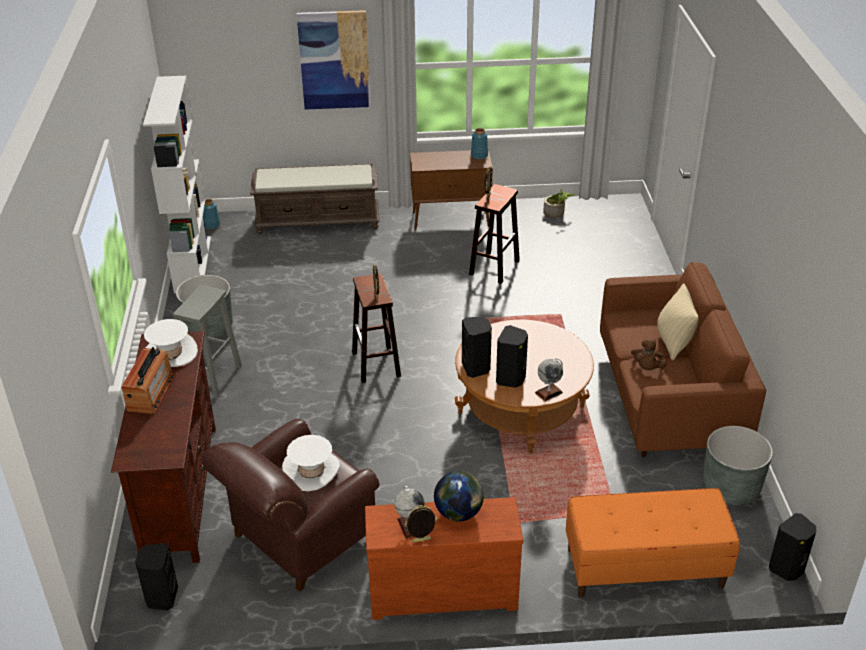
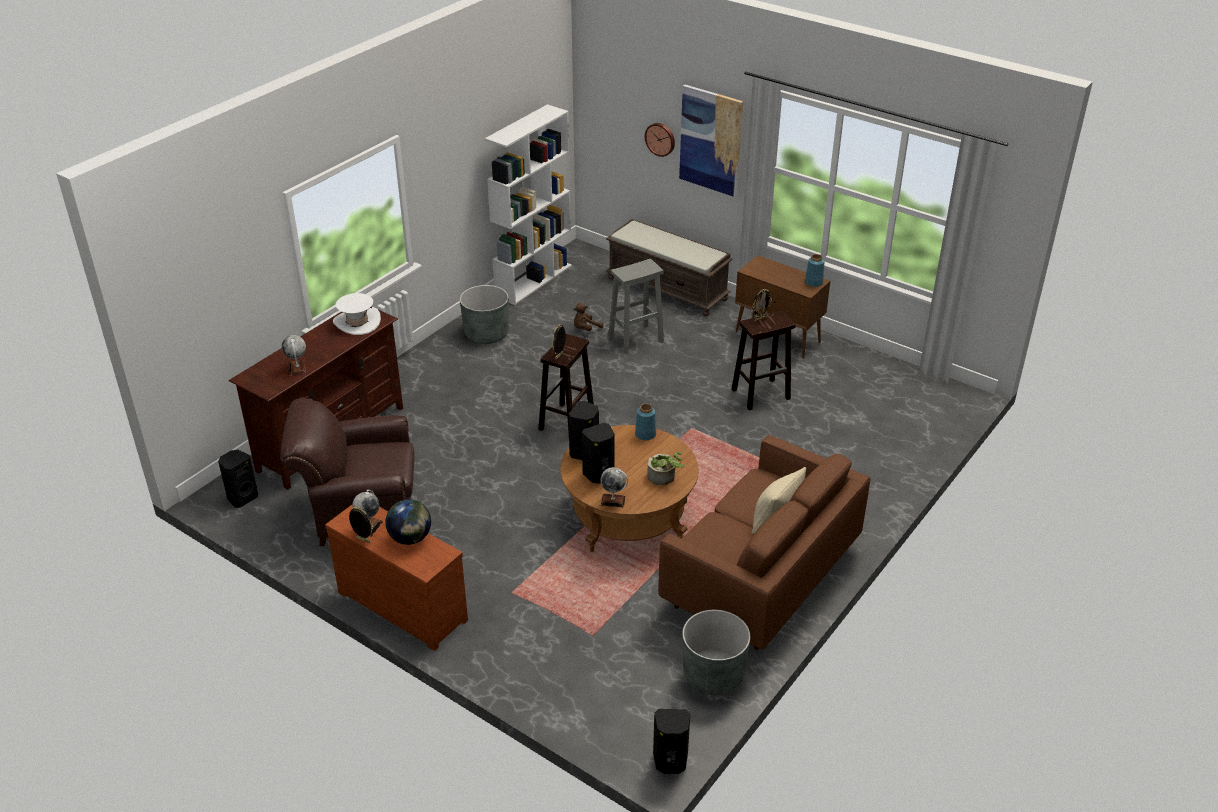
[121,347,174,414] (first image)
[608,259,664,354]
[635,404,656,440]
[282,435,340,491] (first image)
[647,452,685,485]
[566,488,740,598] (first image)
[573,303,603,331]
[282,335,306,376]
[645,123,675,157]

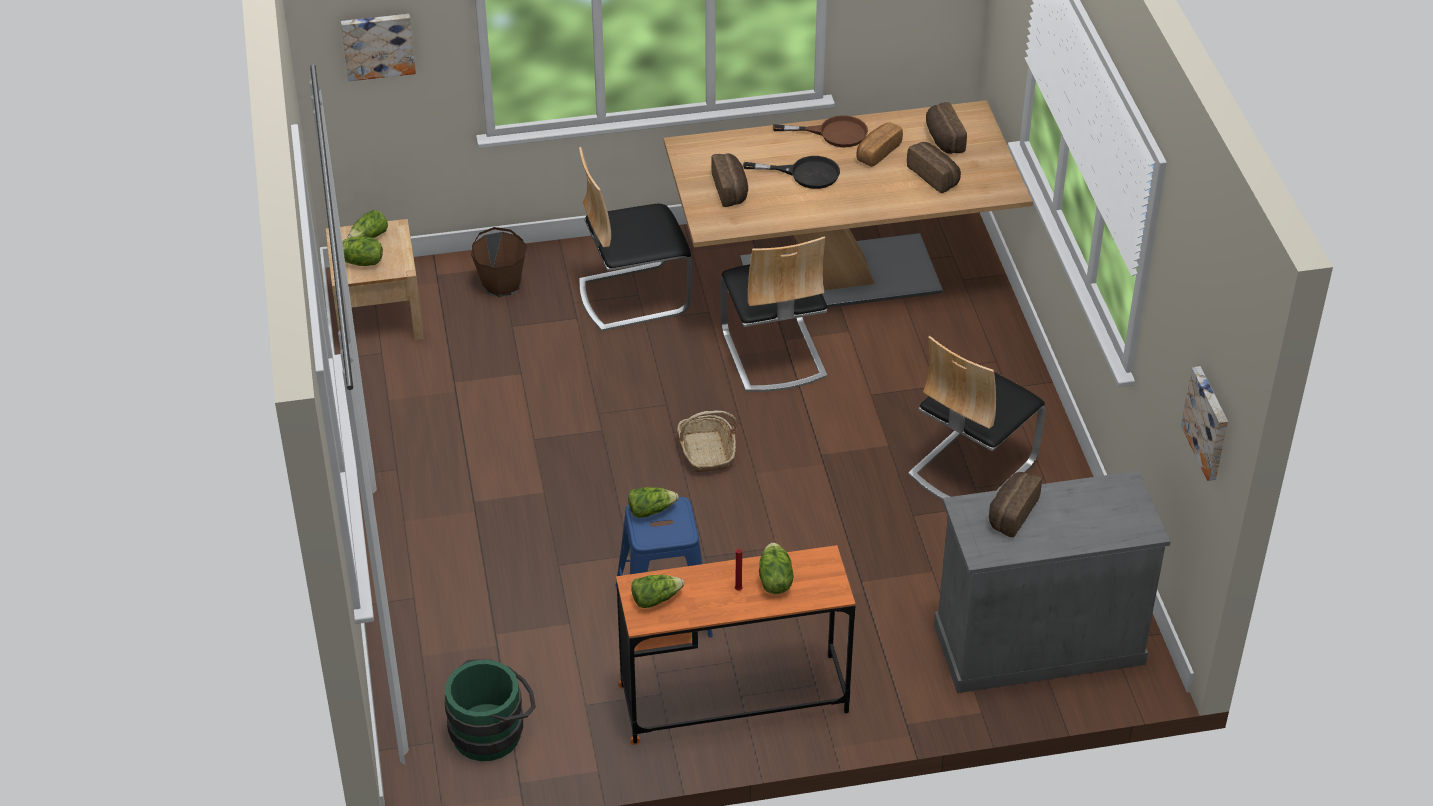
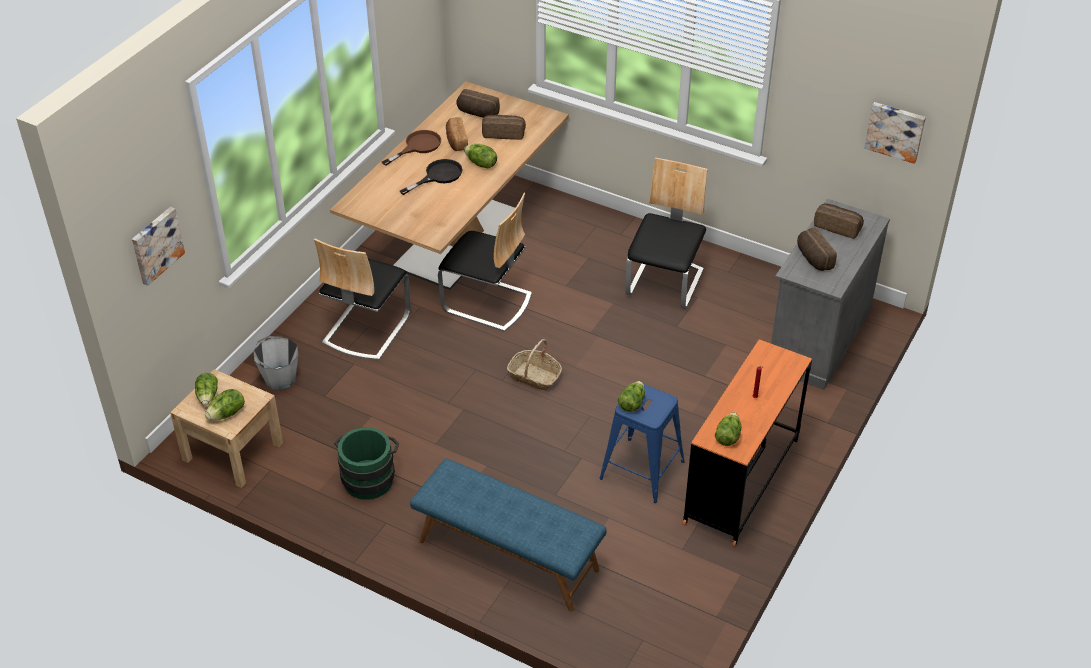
[334,427,399,500]
[254,336,298,390]
[814,203,864,239]
[464,144,497,169]
[625,158,708,309]
[410,458,607,611]

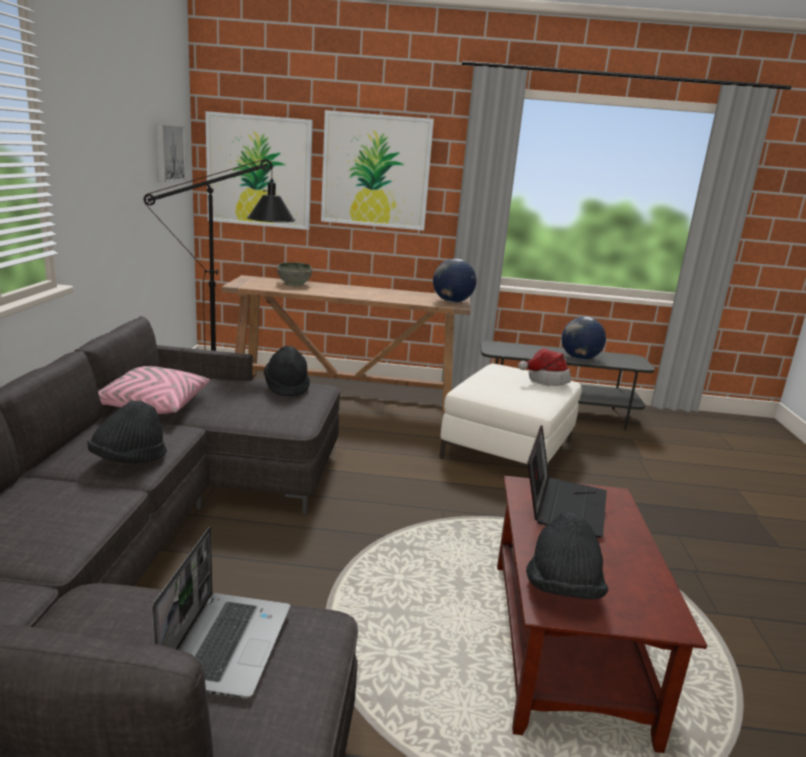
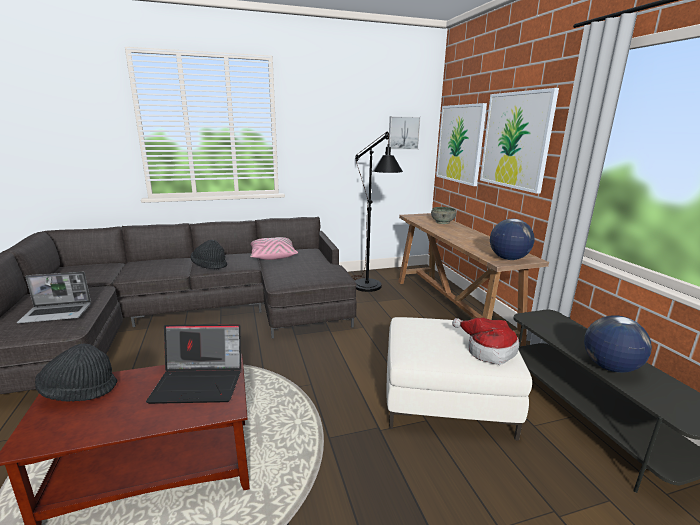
[264,346,310,397] (first image)

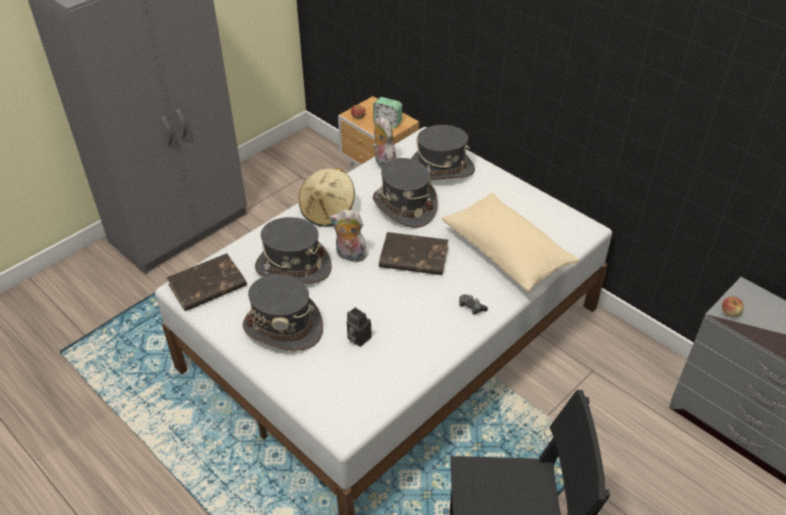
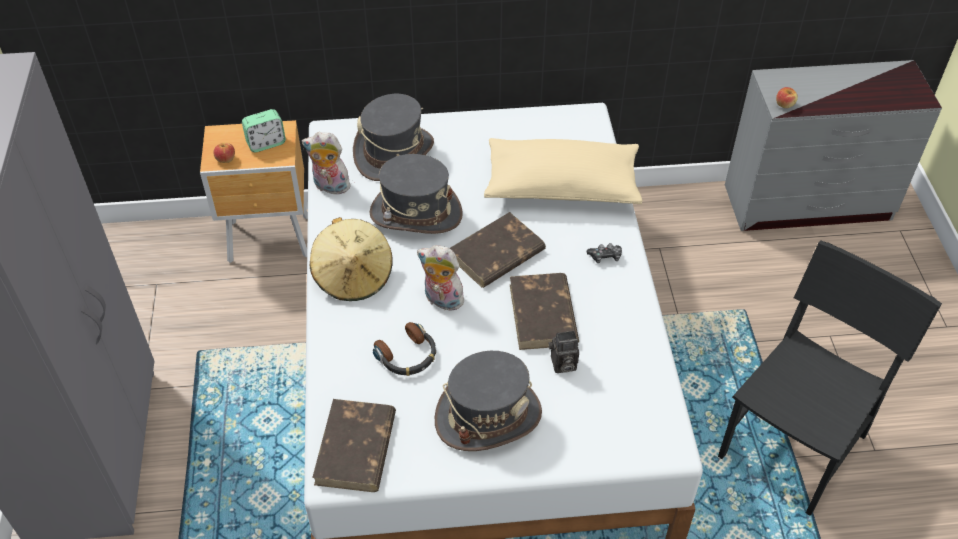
[373,322,436,376]
[417,245,464,310]
[510,273,579,350]

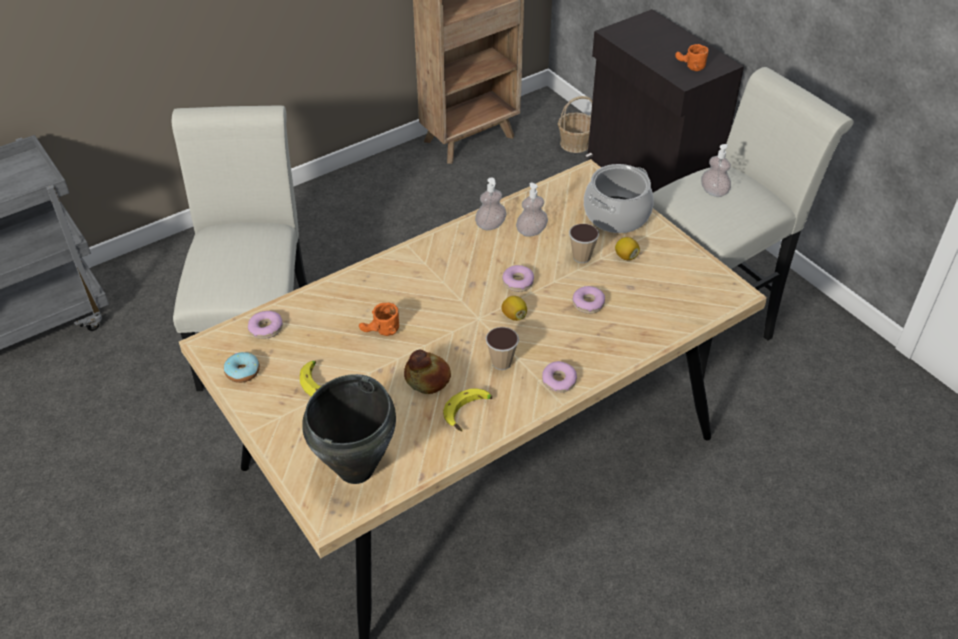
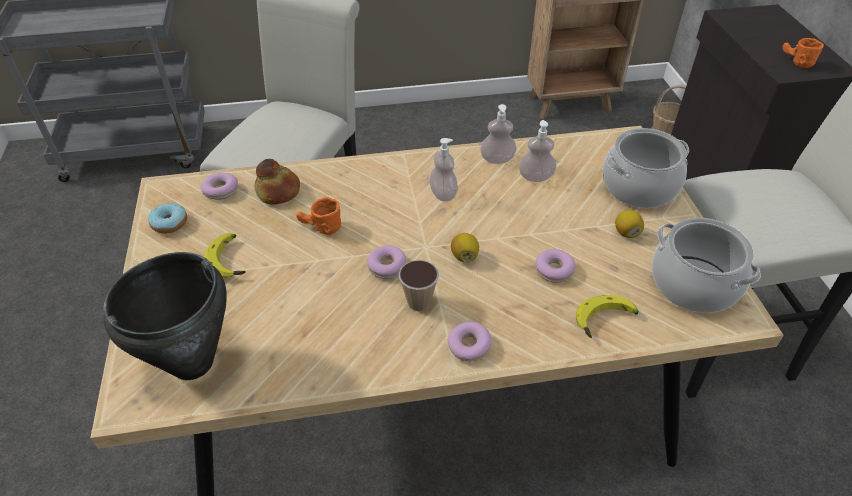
[255,159,300,205]
[576,295,639,338]
[367,245,407,279]
[569,224,599,263] (first image)
[429,138,458,202]
[652,218,761,313]

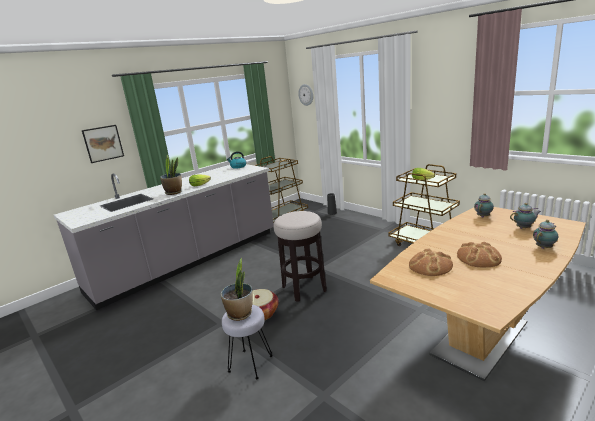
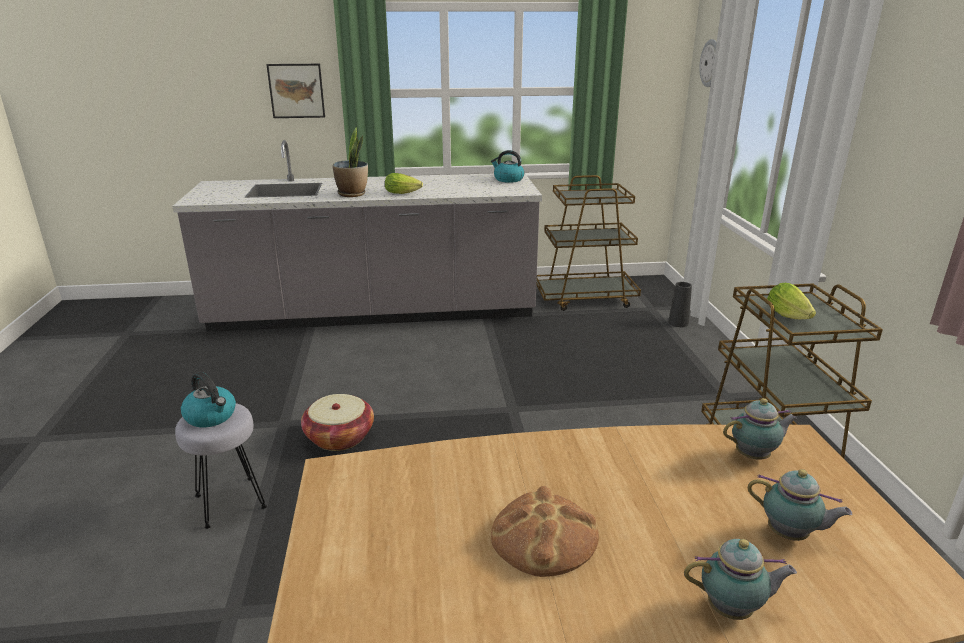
[181,372,236,428]
[274,211,327,302] (first image)
[409,249,453,276] (first image)

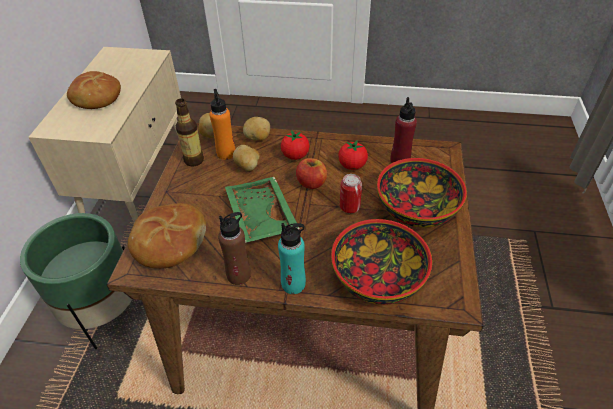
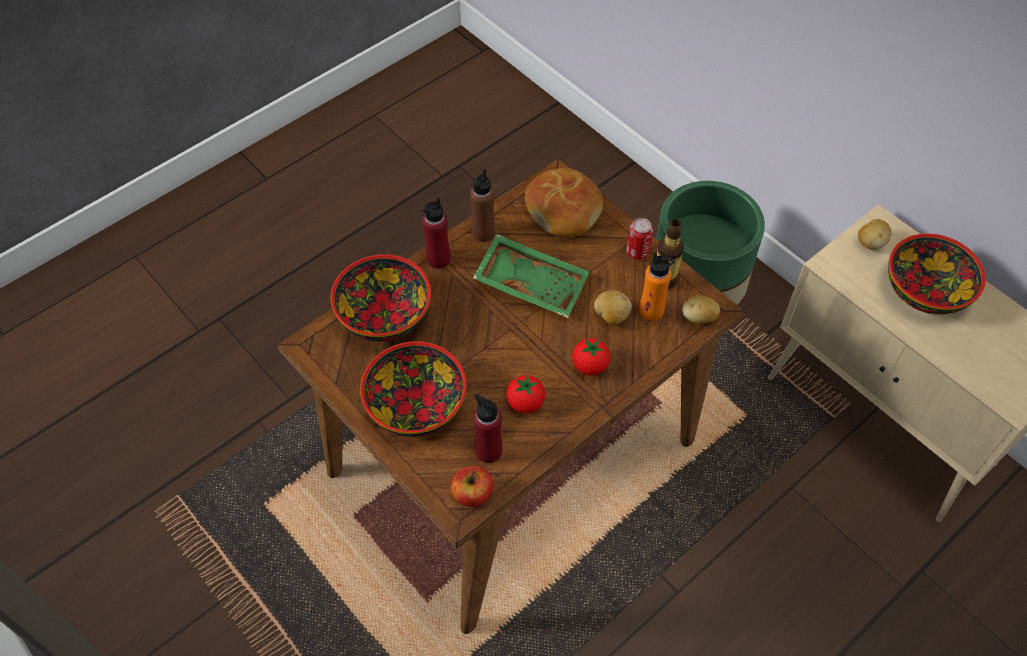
[888,233,986,315]
[858,219,892,250]
[422,197,450,269]
[451,466,494,507]
[627,218,653,260]

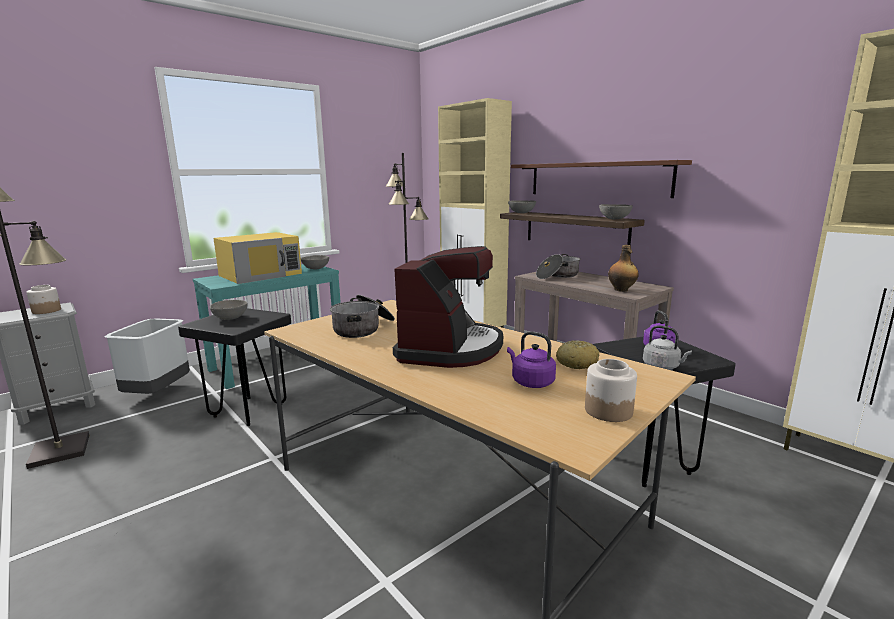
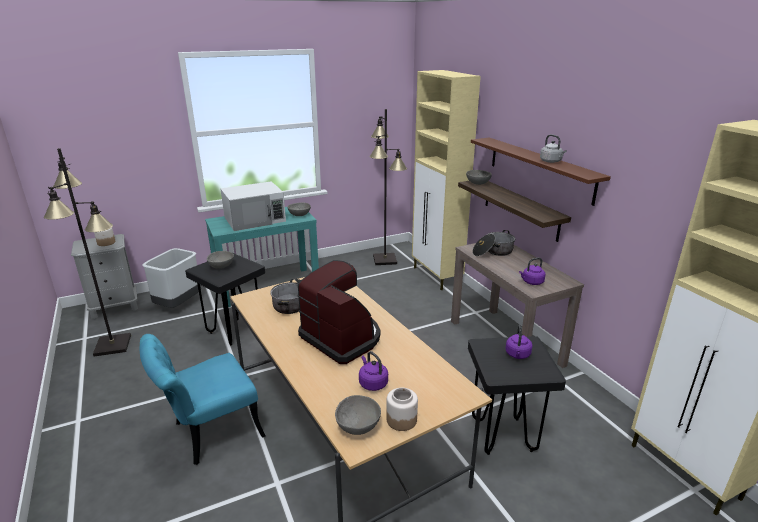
[220,181,286,231]
[298,260,380,364]
[556,340,599,369] (first image)
[335,395,381,435]
[519,257,546,285]
[540,134,567,163]
[139,334,266,465]

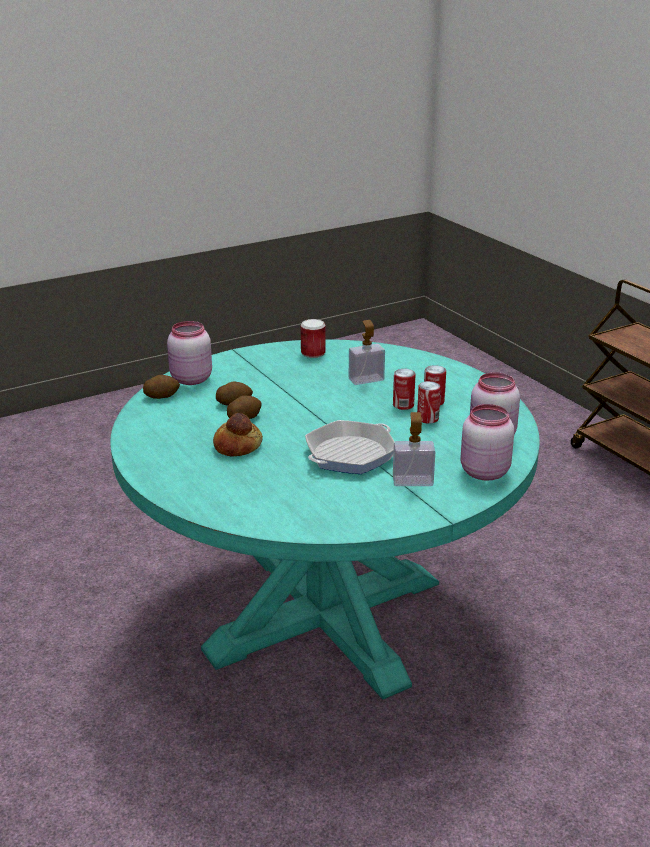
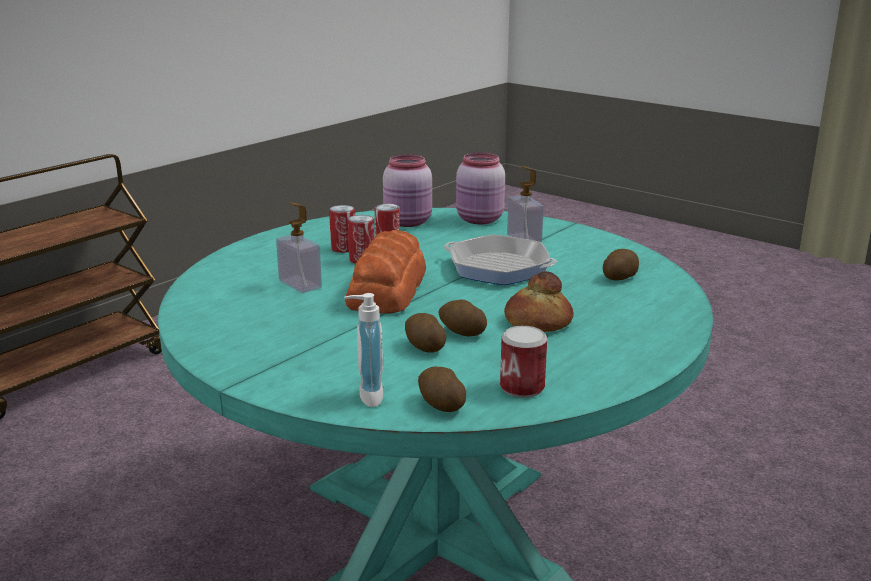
[344,293,383,407]
[500,326,547,398]
[345,230,426,313]
[603,249,639,280]

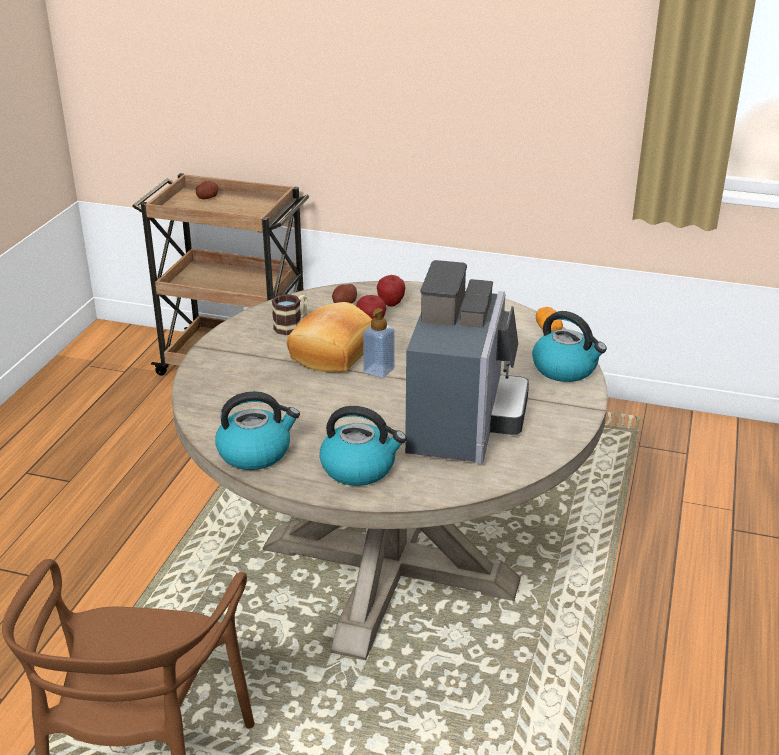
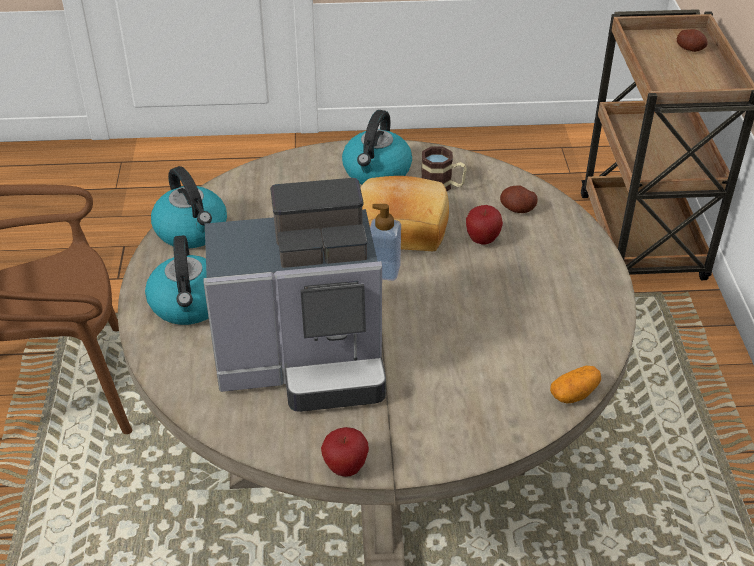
[321,427,369,477]
[342,110,412,185]

